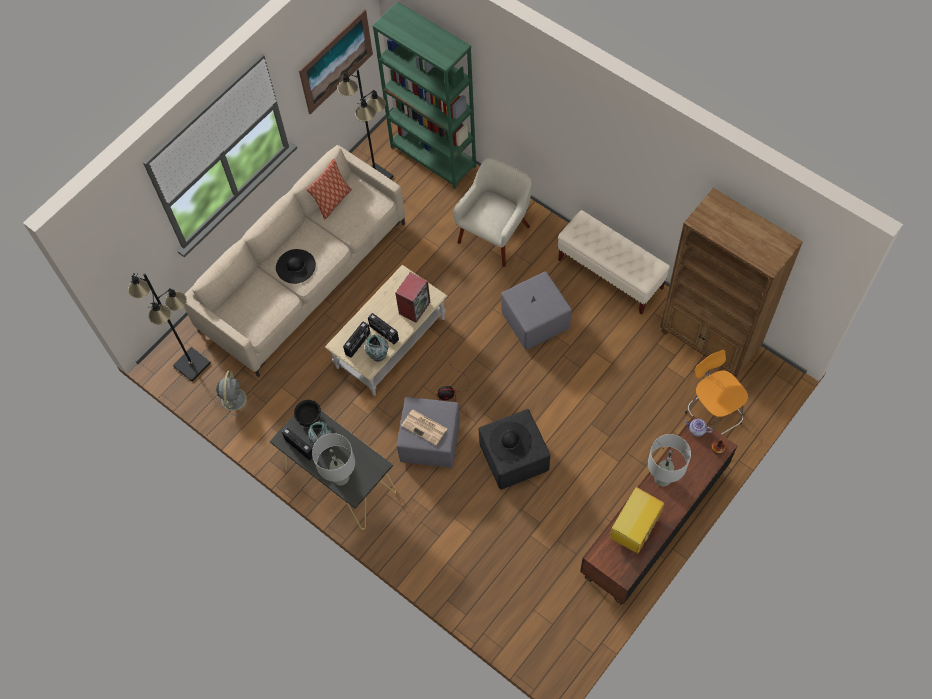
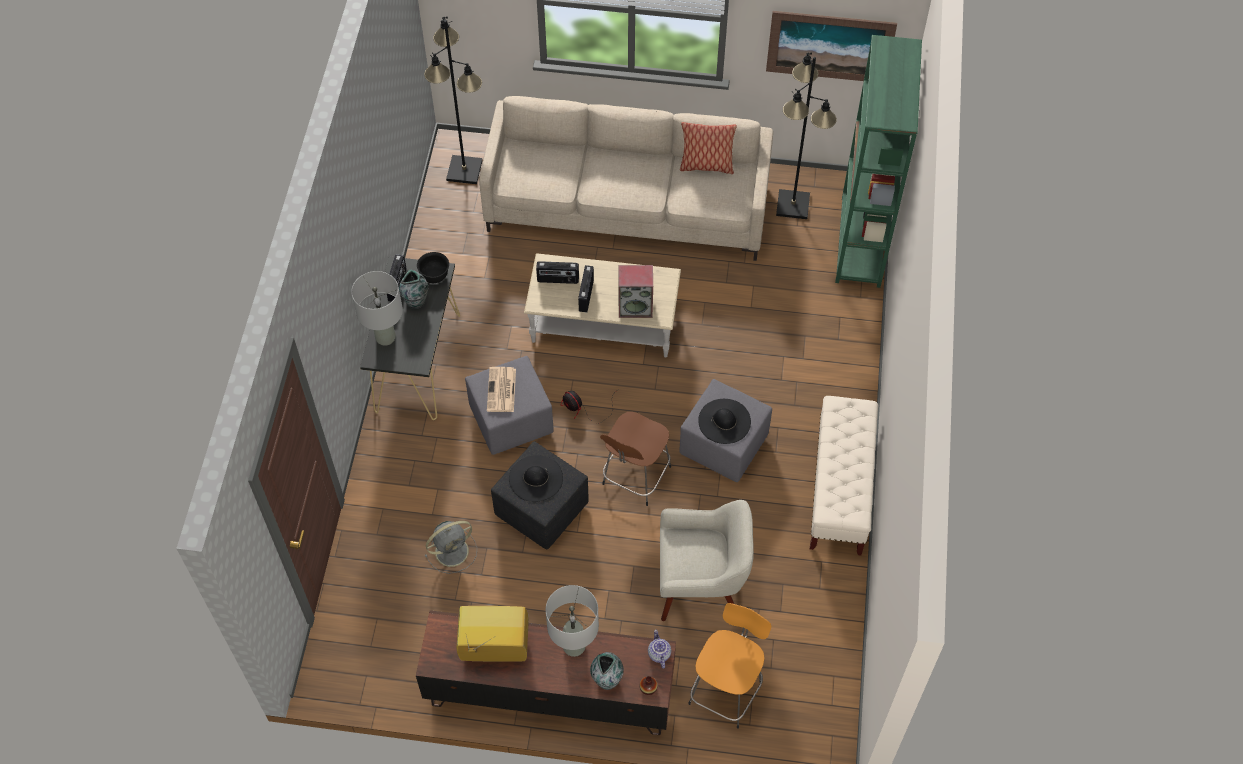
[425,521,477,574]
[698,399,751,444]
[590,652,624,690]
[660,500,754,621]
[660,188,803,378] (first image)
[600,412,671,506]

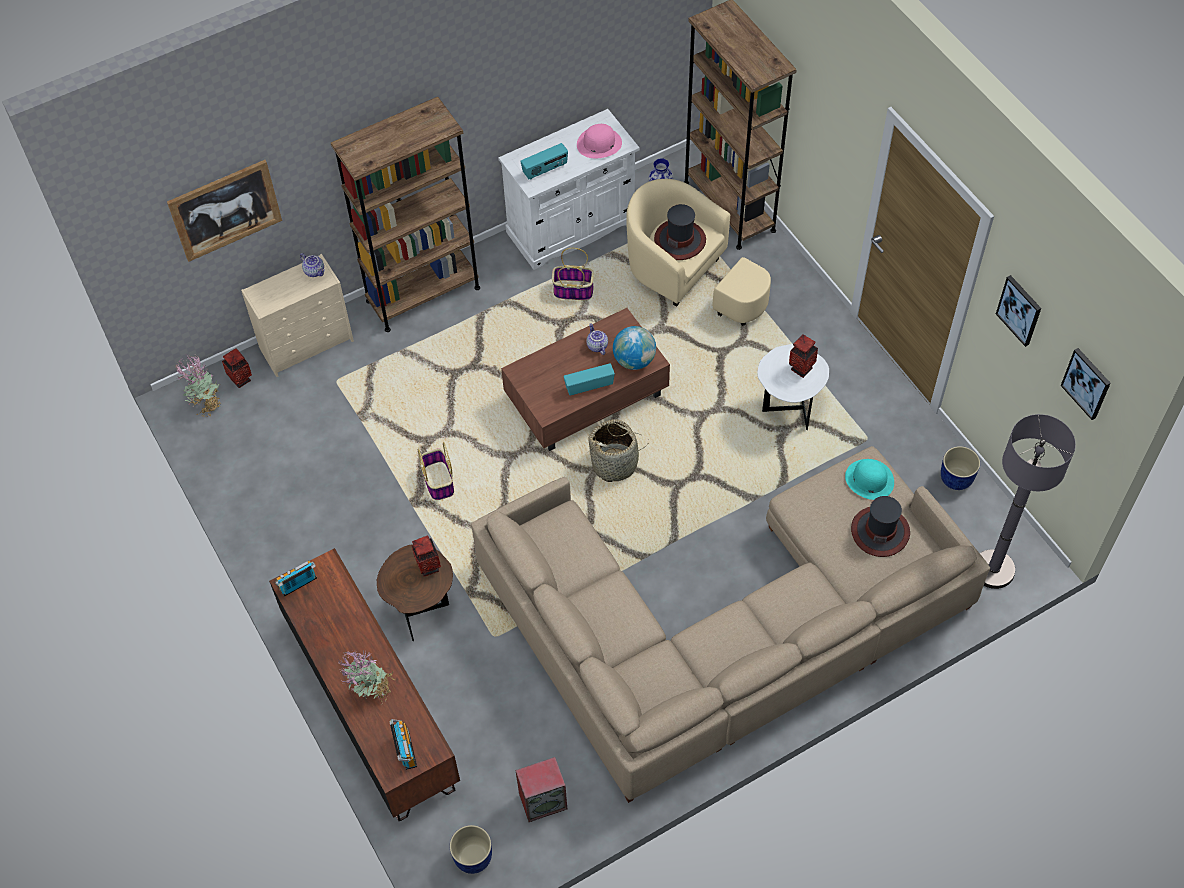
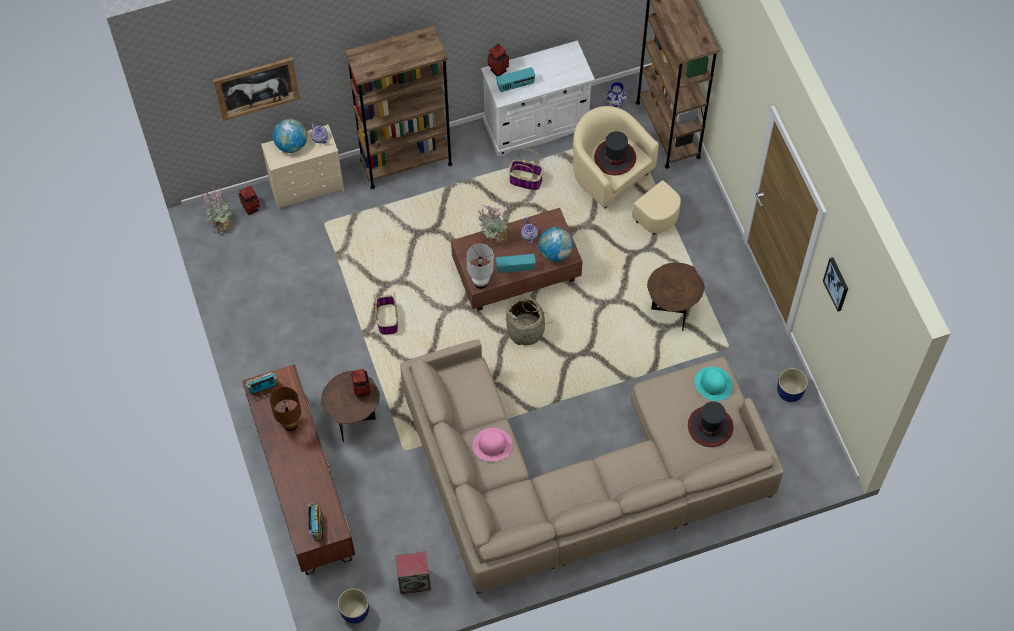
[477,205,511,248]
[473,428,513,461]
[647,263,705,331]
[488,44,509,77]
[980,414,1076,589] (first image)
[1061,348,1111,420] (first image)
[270,387,301,431]
[273,119,307,153]
[466,244,494,289]

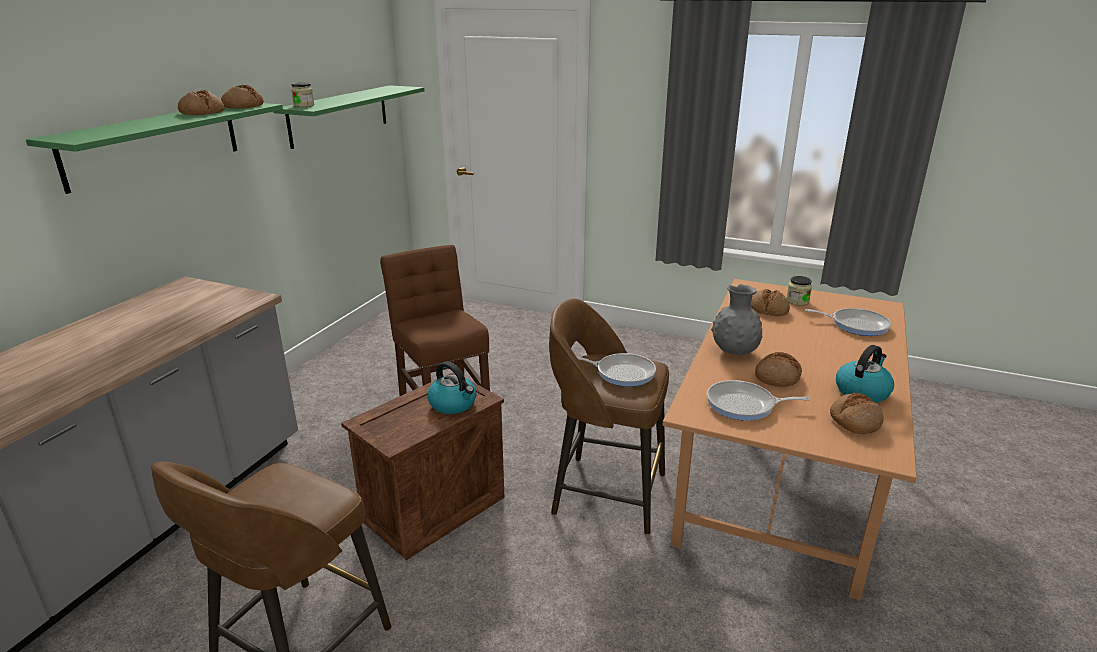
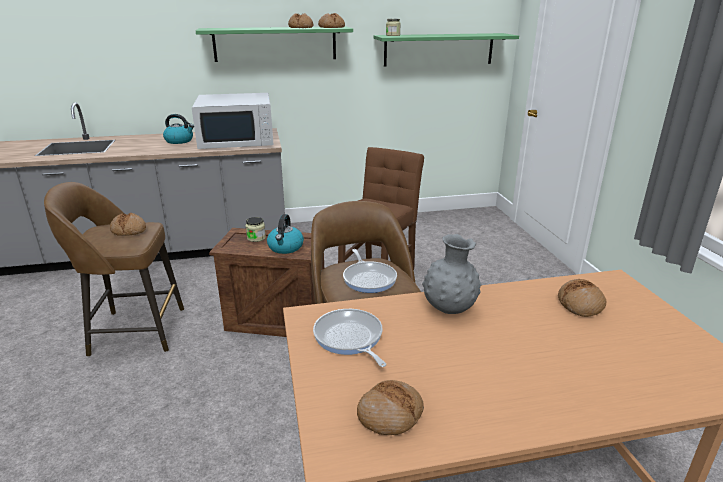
[110,213,146,236]
[246,217,266,242]
[805,308,891,336] (first image)
[163,114,194,144]
[192,93,273,149]

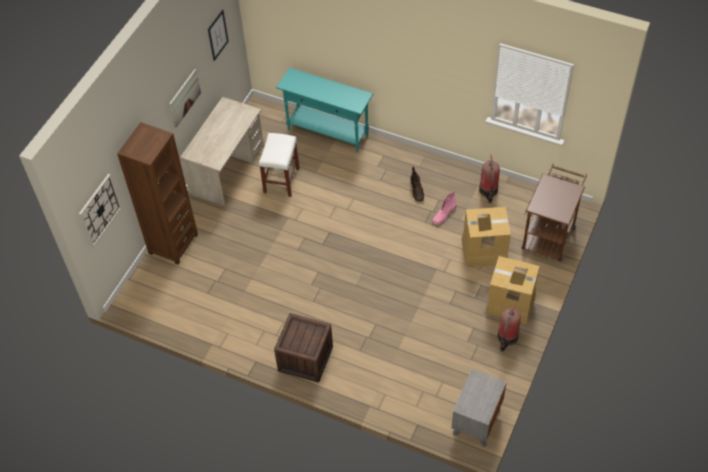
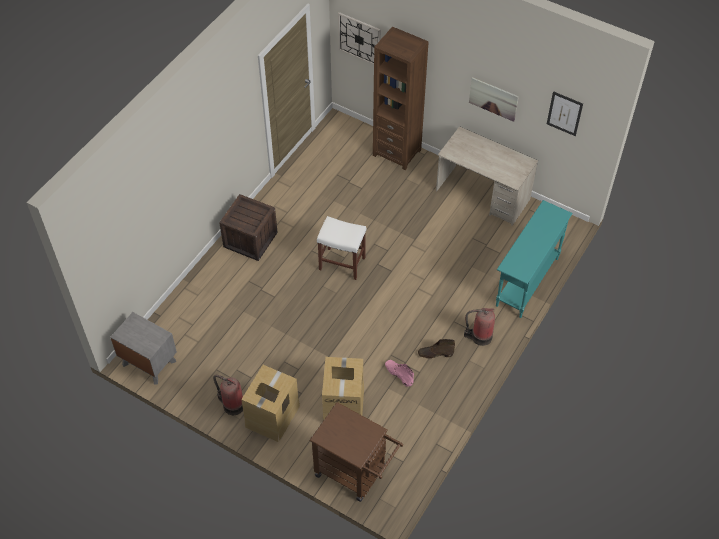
[317,216,366,280]
[464,308,495,346]

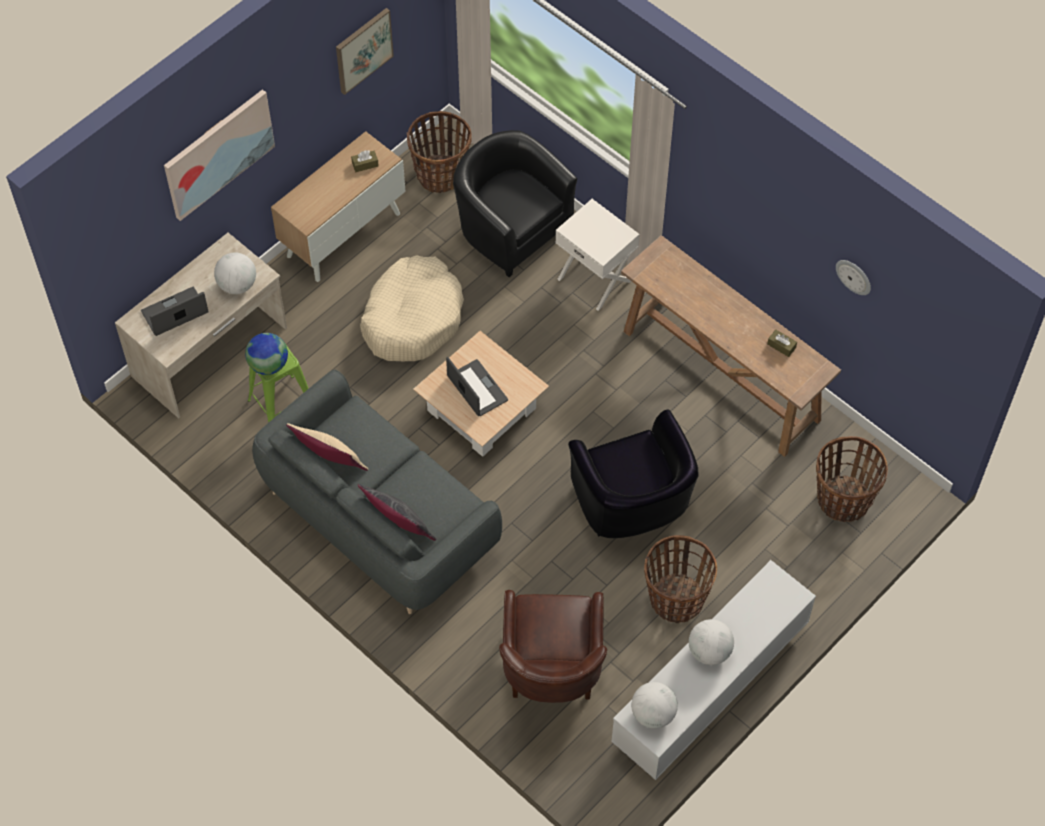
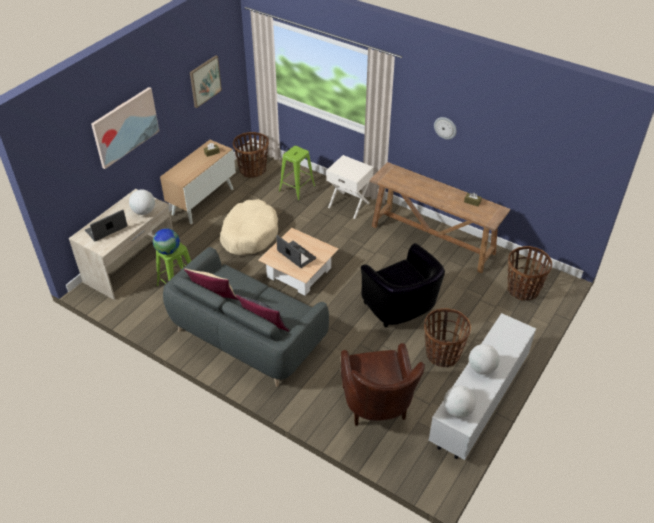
[279,146,315,201]
[434,117,456,139]

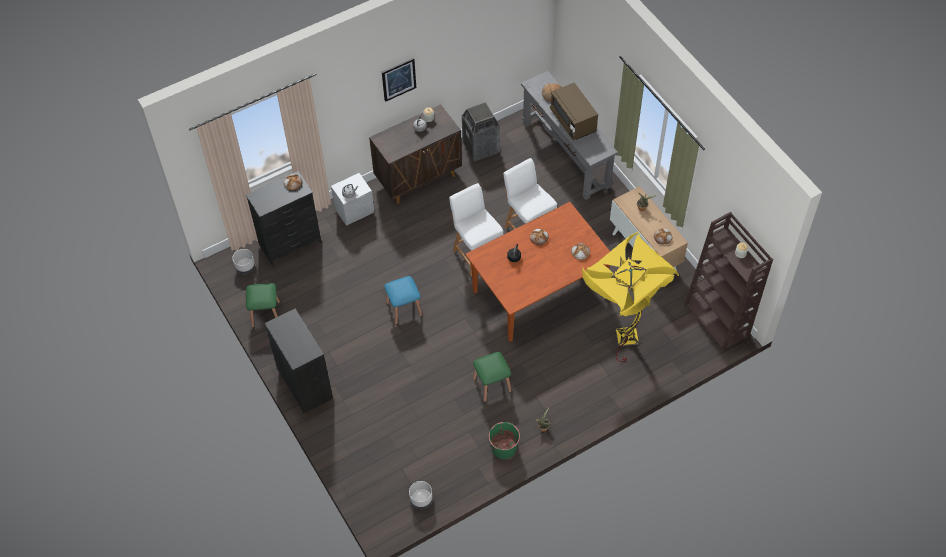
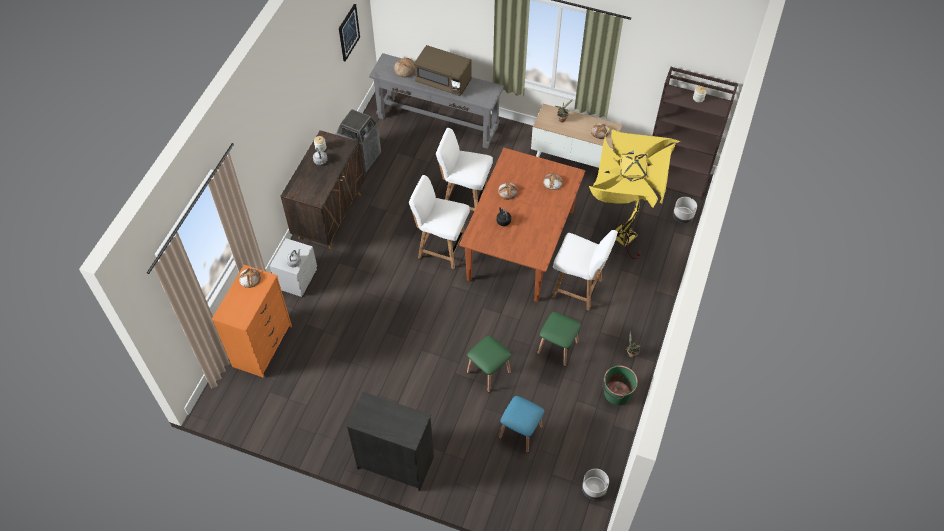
[673,197,697,223]
[212,265,292,378]
[467,336,511,392]
[339,4,360,61]
[499,396,544,453]
[552,230,618,310]

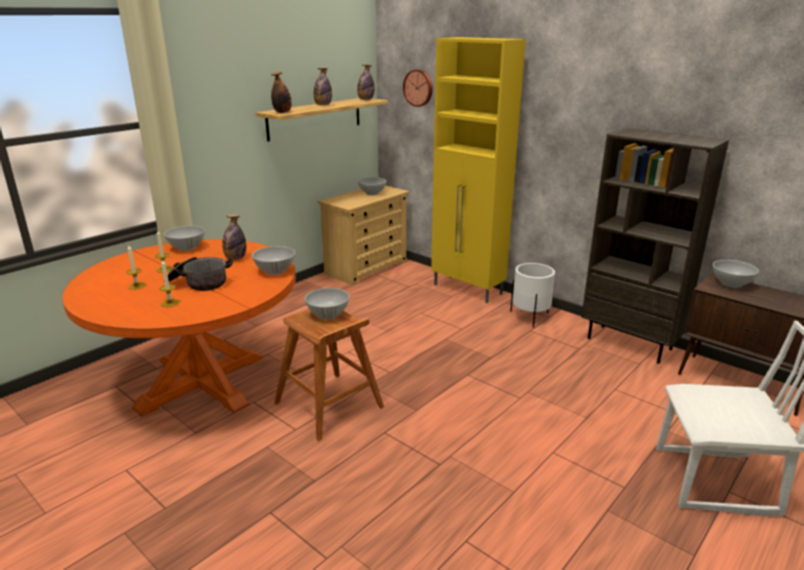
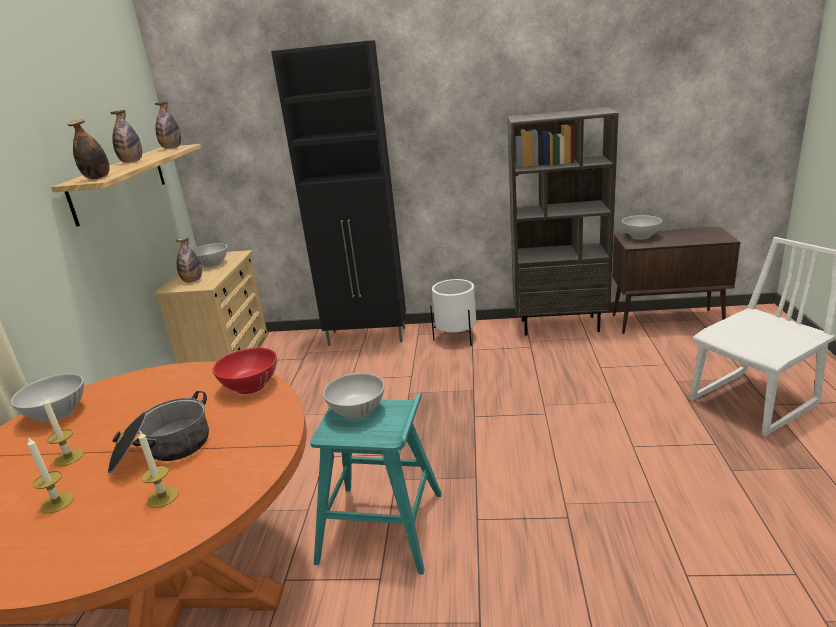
[176,238,202,283]
[212,347,277,394]
[310,393,442,575]
[403,69,433,107] (first image)
[271,40,406,346]

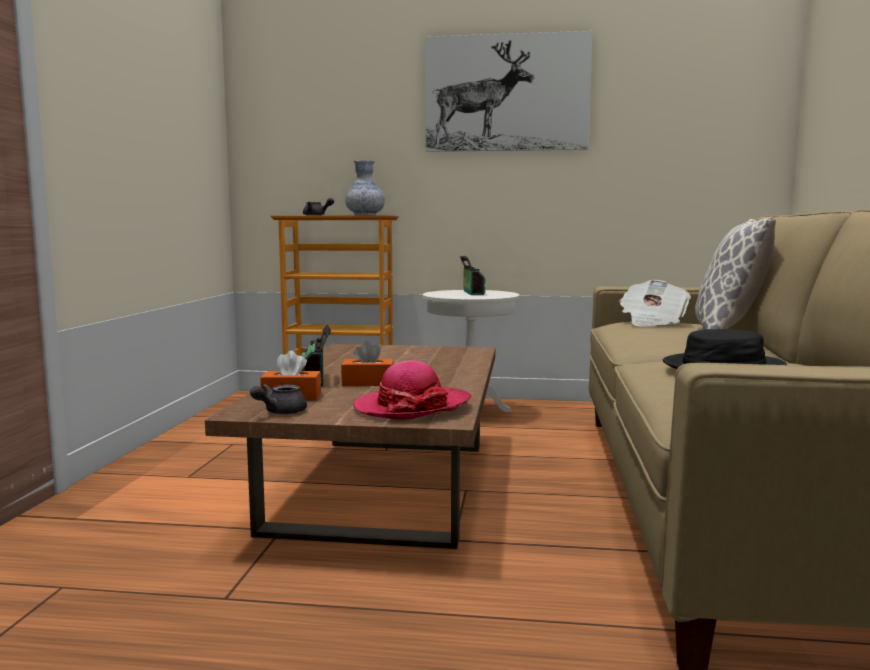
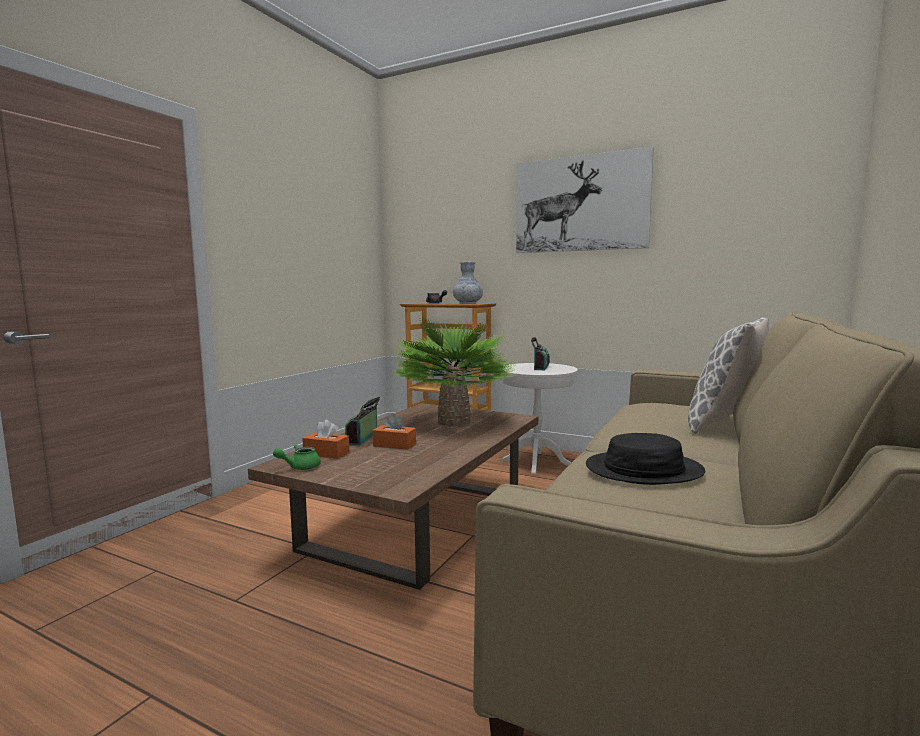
[273,445,321,470]
[353,360,471,419] (first image)
[619,280,691,327] (first image)
[393,318,516,427]

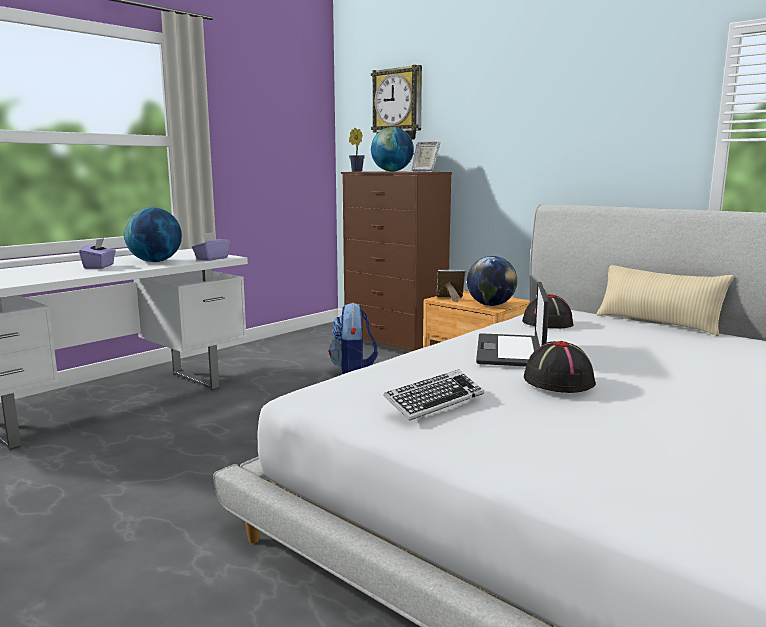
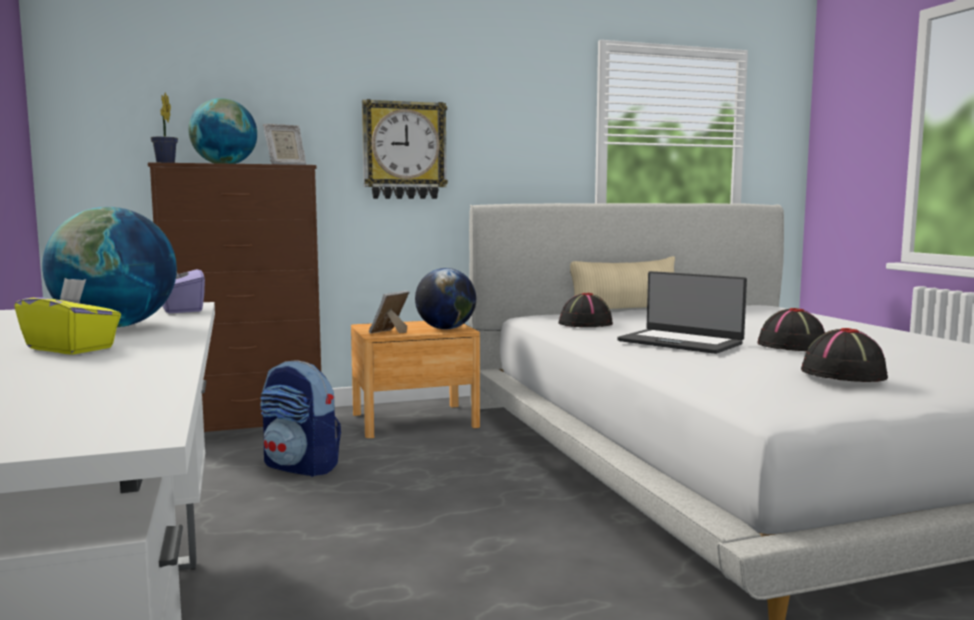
[14,278,121,354]
[362,99,448,199]
[801,328,888,382]

